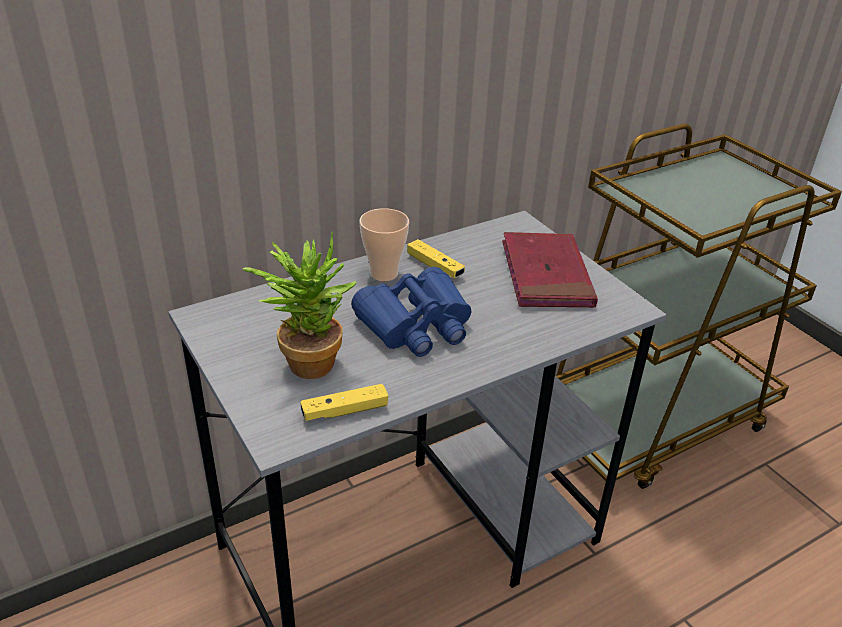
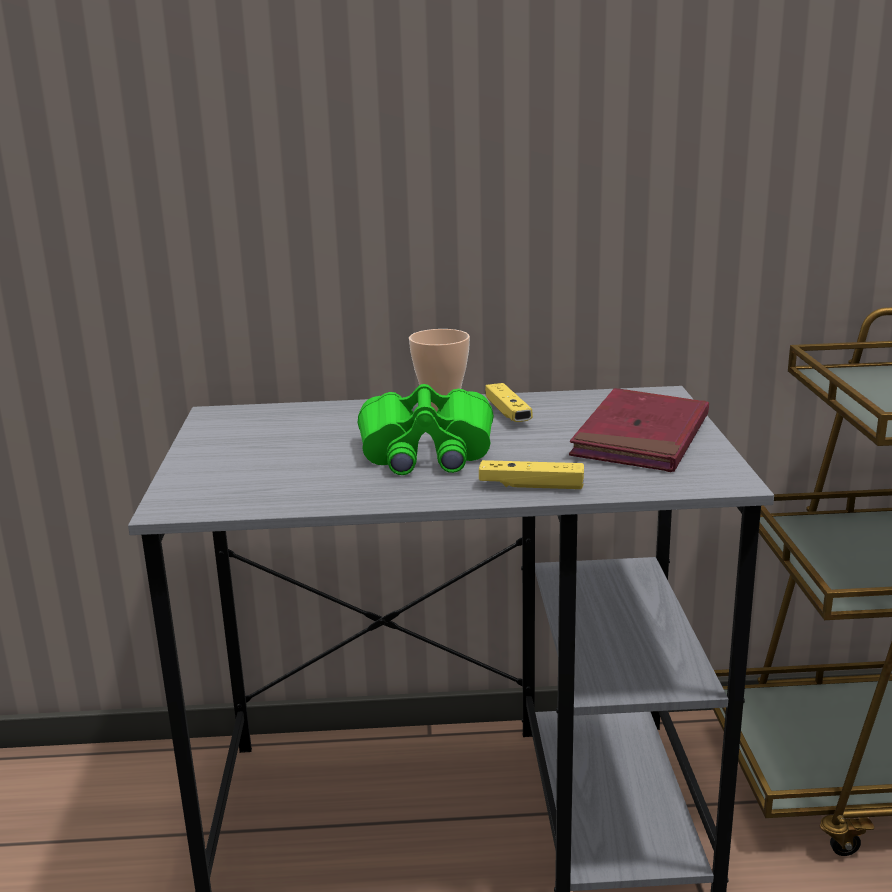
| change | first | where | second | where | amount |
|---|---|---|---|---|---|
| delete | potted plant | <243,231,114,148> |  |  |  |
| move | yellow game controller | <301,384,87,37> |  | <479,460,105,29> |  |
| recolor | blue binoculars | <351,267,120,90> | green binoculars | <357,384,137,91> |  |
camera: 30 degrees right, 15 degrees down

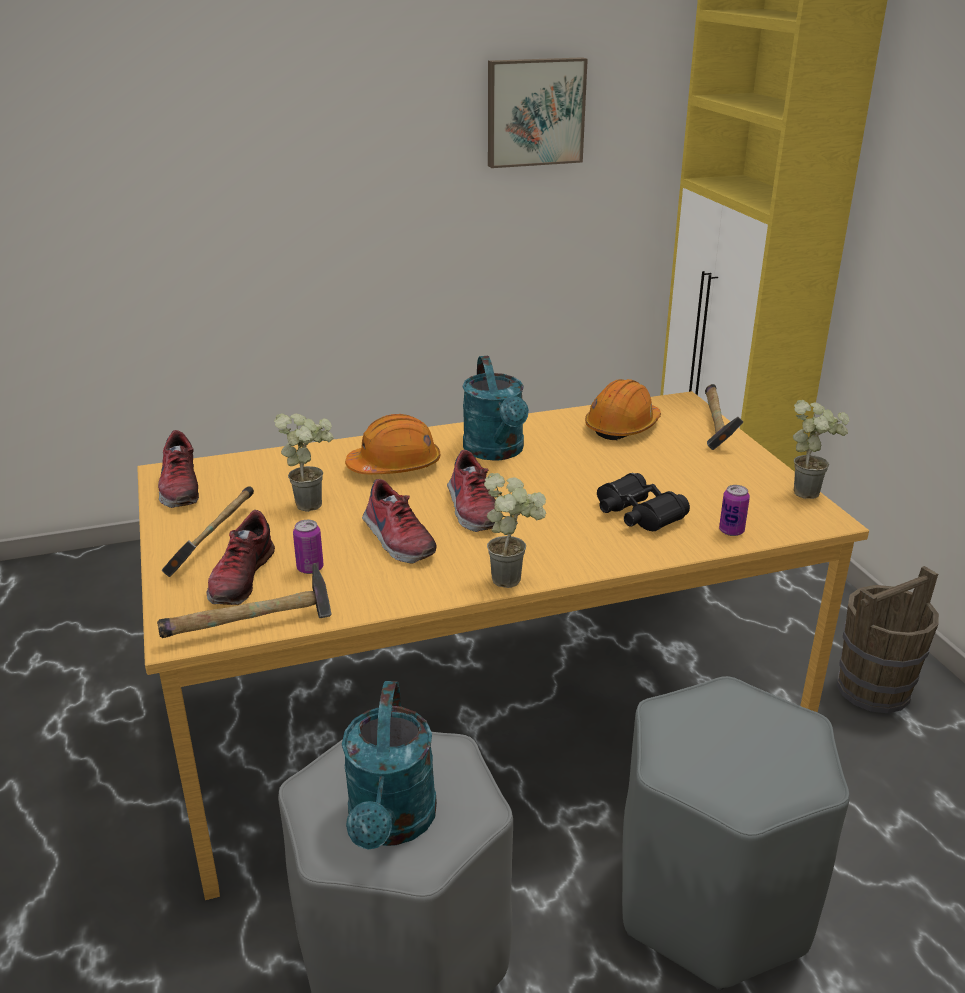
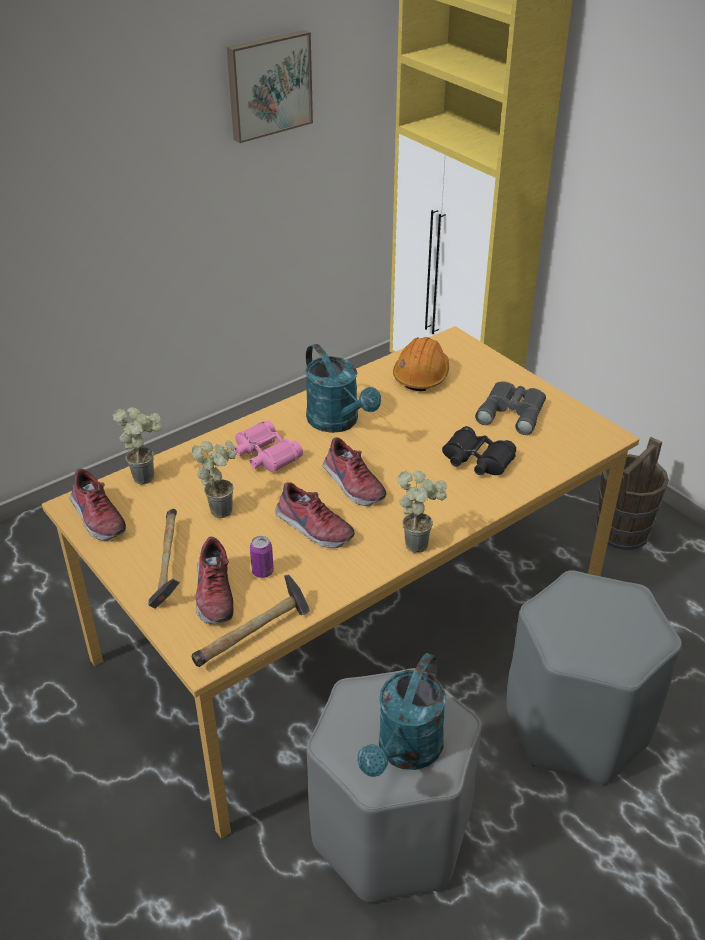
| change | first | where | second | where | amount |
|---|---|---|---|---|---|
| delete | hammer | <705,384,38,66> |  |  |  |
| delete | can | <719,485,31,51> |  |  |  |
| insert |  |  | grey binoculars | <475,381,71,54> |  |
| move | potted plant | <793,400,56,99> |  | <112,407,50,78> |  |
| replace | orange hard hat | <345,414,95,61> | pink binoculars | <234,420,69,52> |  |
| rotate | turquoise watering can | <342,681,95,169> |  | <358,653,88,124> | 45 degrees clockwise |
camera: 20 degrees left, 10 degrees up

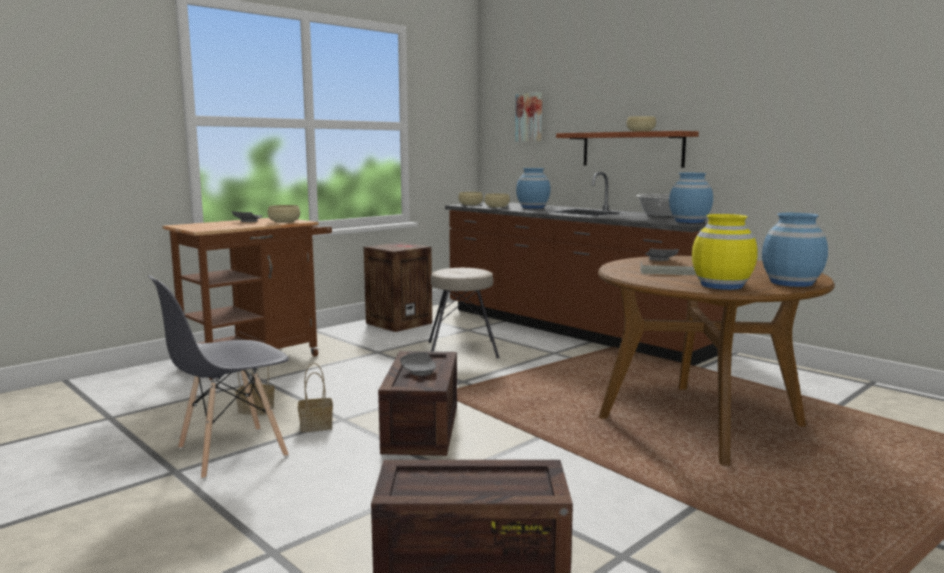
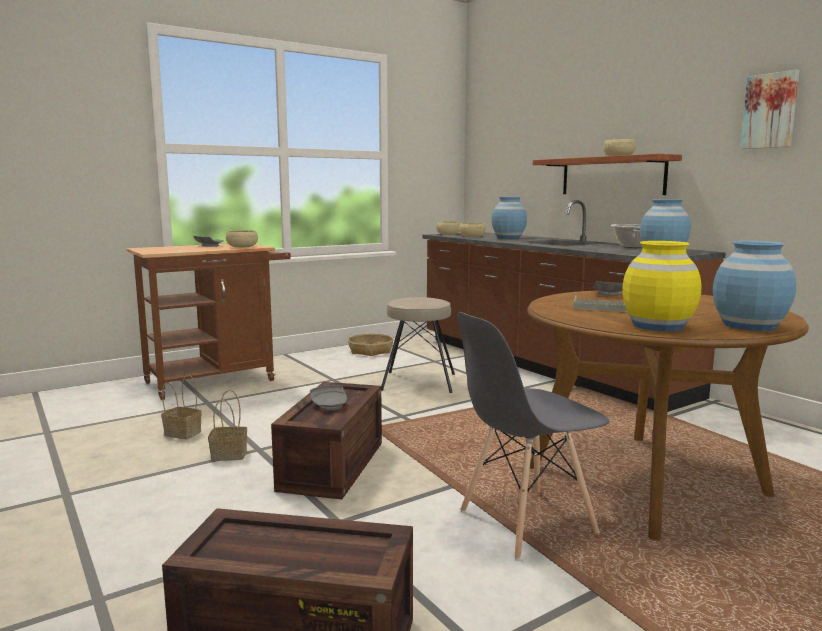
| change | first | where | second | where | amount |
|---|---|---|---|---|---|
| move | grey chair | <148,275,141,204> |  | <457,312,152,248> |  |
| move | picture | <515,92,27,49> |  | <740,70,60,79> |  |
| replace | crate | <364,242,68,90> | basket | <348,334,46,22> |  |
camera: 10 degrees right, 0 degrees up

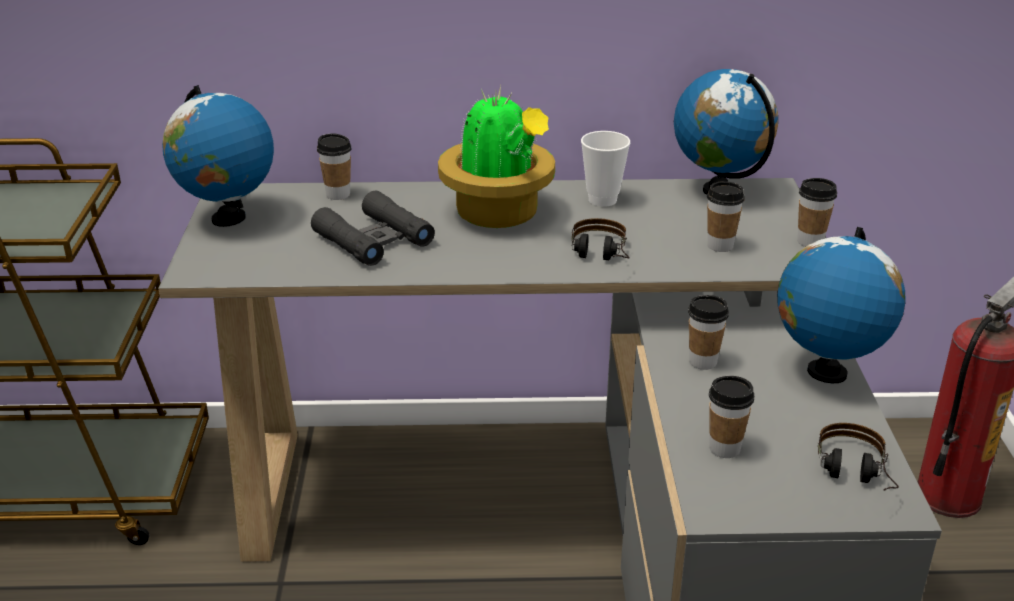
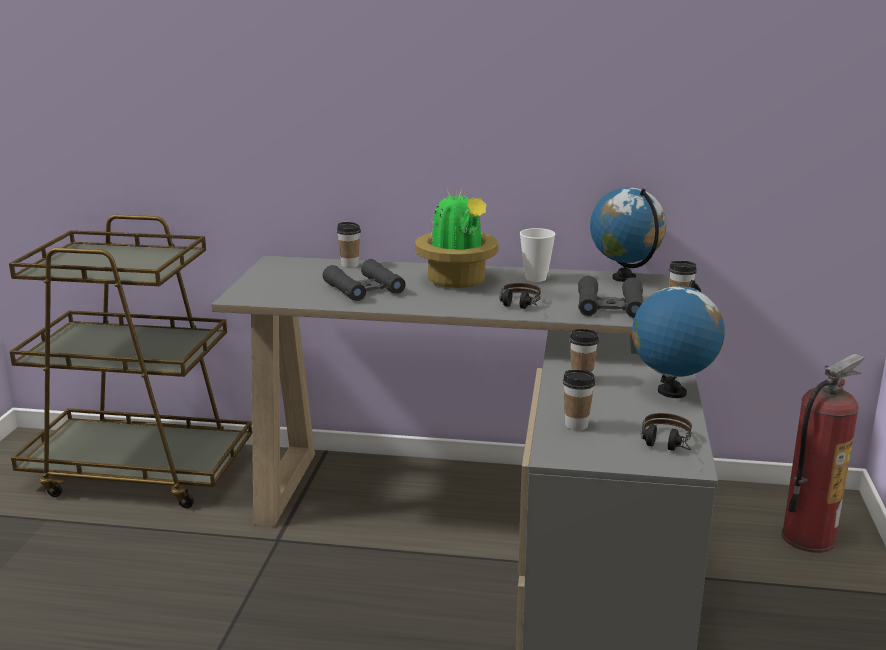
| change | first | where | second | where | amount |
|---|---|---|---|---|---|
| delete | globe | <162,85,112,142> |  |  |  |
| replace | cup | <707,181,38,71> | black binoculars | <578,276,66,42> |  |
camera: 10 degrees right, 10 degrees down

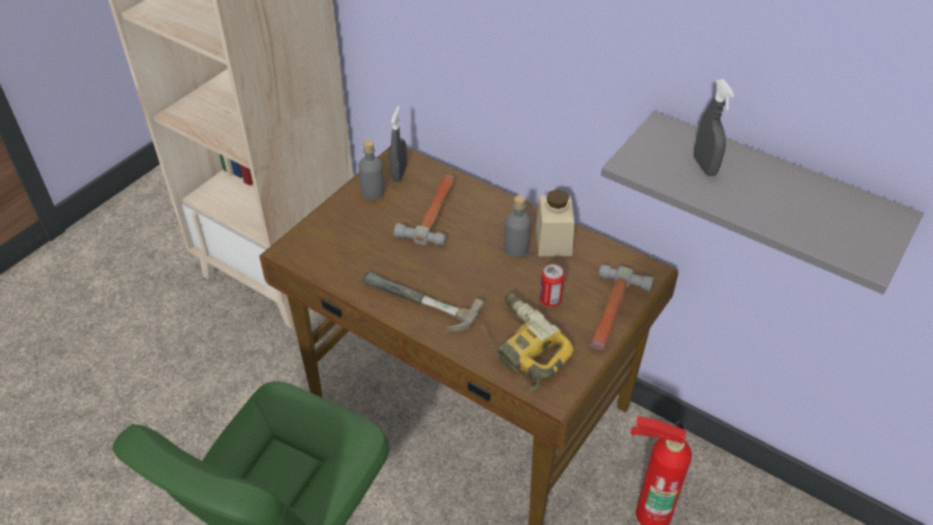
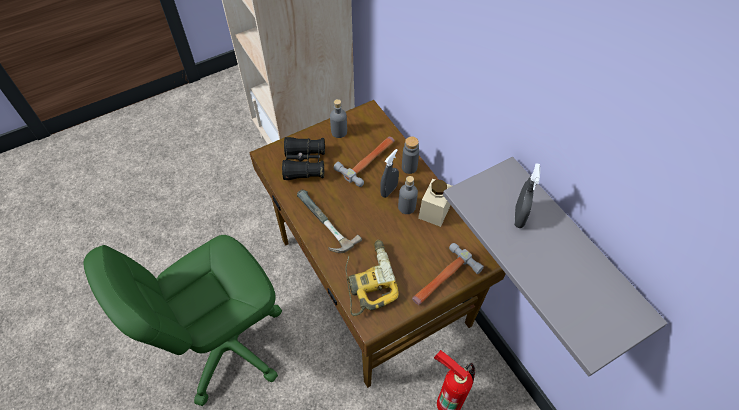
| change | first | where | second | where | amount |
|---|---|---|---|---|---|
| delete | can | <540,264,25,43> |  |  |  |
| insert |  |  | black binoculars | <282,137,43,43> |  |
| insert |  |  | grey bottle | <402,136,17,38> |  |
| move | grey spray bottle | <390,106,17,76> |  | <380,149,19,49> |  |
camera: 25 degrees right, 10 degrees up

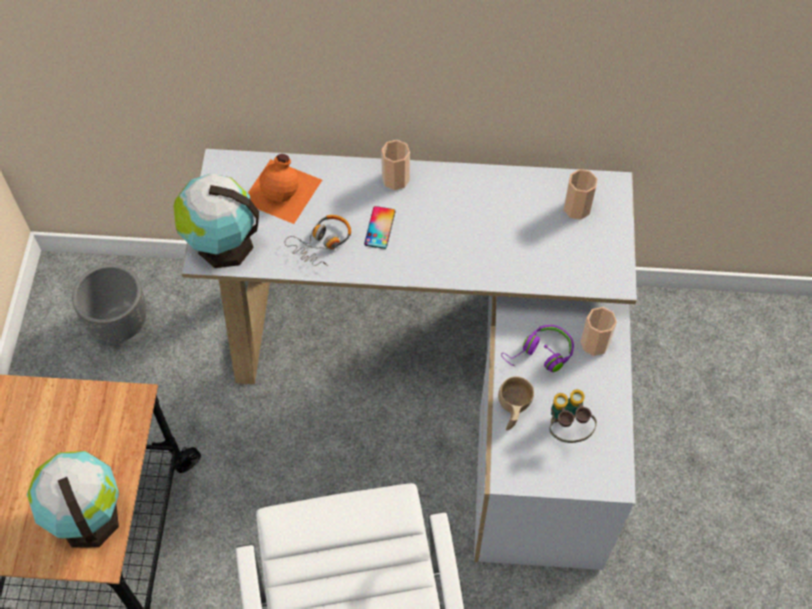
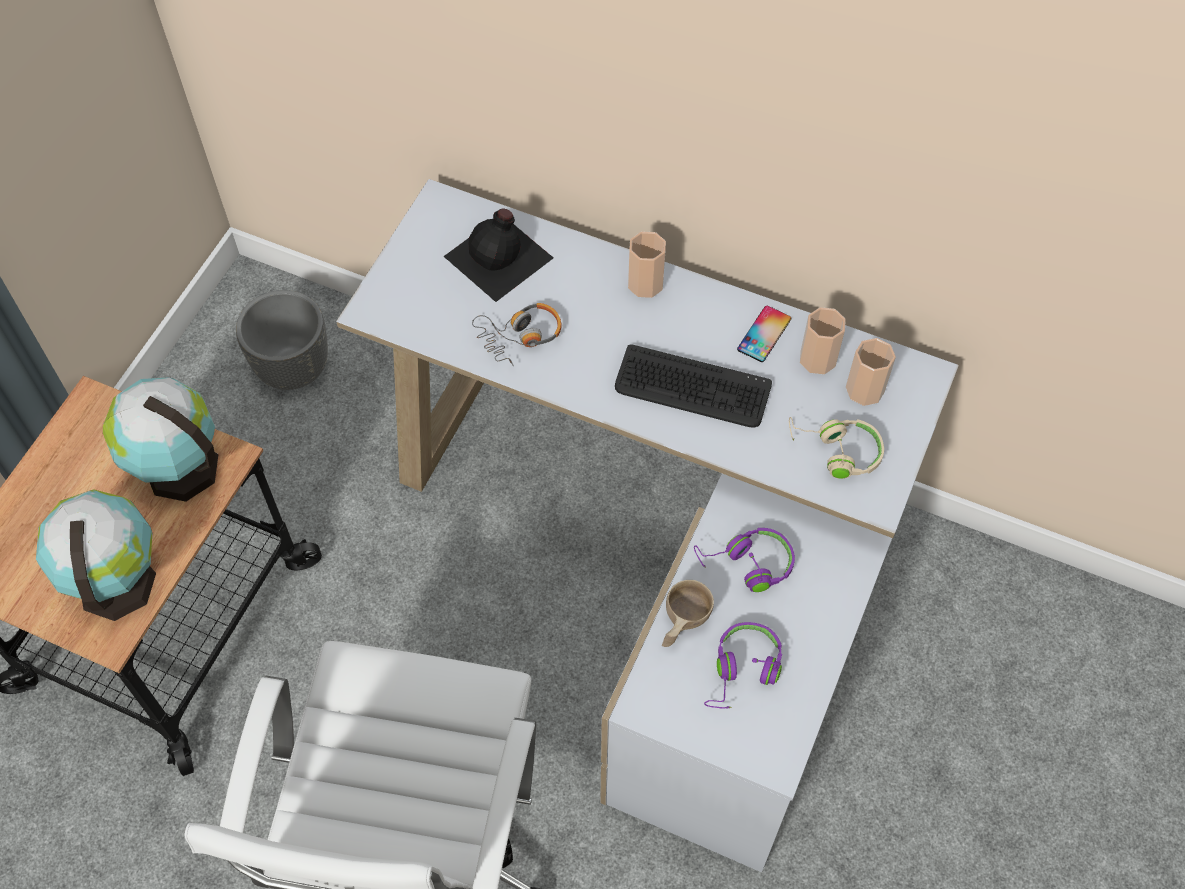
| change | first | where | second | where | amount |
|---|---|---|---|---|---|
| insert |  |  | keyboard | <615,344,157,84> |  |
| insert |  |  | beige headphones | <789,417,95,62> |  |
| move | globe | <174,173,85,95> |  | <103,377,116,125> |  |
| move | phone | <364,206,32,43> |  | <737,306,54,56> |  |
| move | cup | <580,307,37,49> |  | <800,307,46,67> |  |
| replace | binoculars | <550,389,47,54> | purple headphones | <704,622,78,87> |  |
| recolor | orange bottle | <248,154,74,70> | black bottle | <443,209,110,93> |  |
camera: 20 degrees right, 0 degrees up

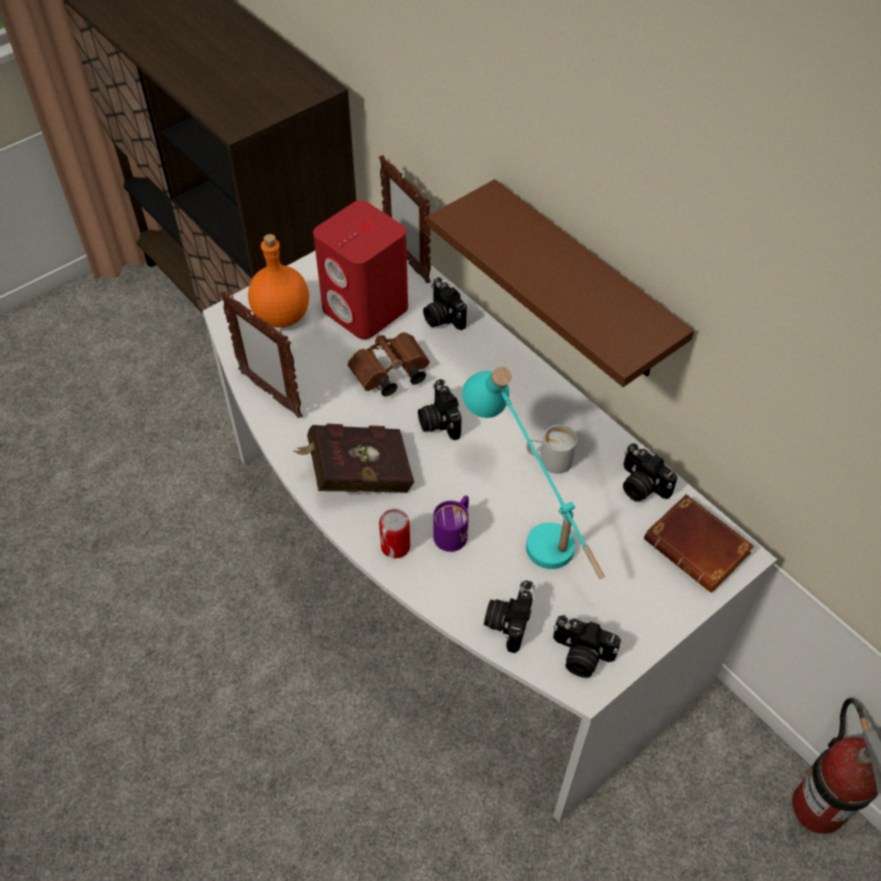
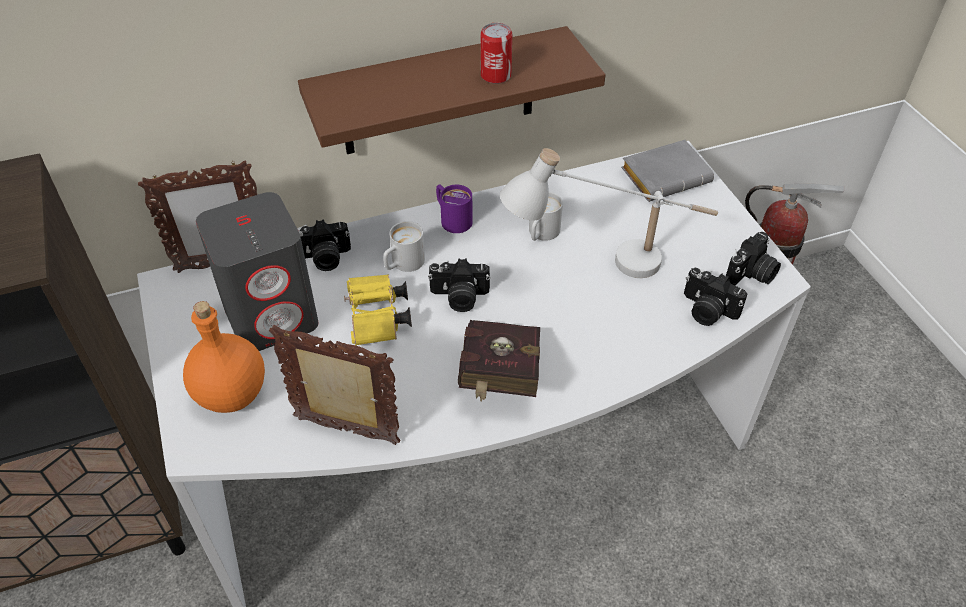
| change | first | where | second | where | amount |
|---|---|---|---|---|---|
| delete | photo camera | <623,444,54,58> |  |  |  |
| insert |  |  | white mug | <383,221,42,51> |  |
| move | can | <379,509,31,49> |  | <481,23,31,61> |  |
| move | purple mug | <433,495,36,57> |  | <436,184,37,49> |  |
| recolor | red speaker | <313,201,95,138> | grey speaker | <196,192,122,159> |  |
| recolor | brown binoculars | <348,332,82,65> | yellow binoculars | <344,274,68,72> |  |
| recolor | turquoise table lamp | <462,367,143,212> | white table lamp | <500,148,218,130> |  |
| recolor | brown book | <644,494,110,99> | grey book | <621,140,93,62> |  |
| rotate | picture frame | <220,291,83,127> |  | <269,325,131,120> | 135 degrees counterclockwise |
camera: 70 degrees left, 5 degrees down

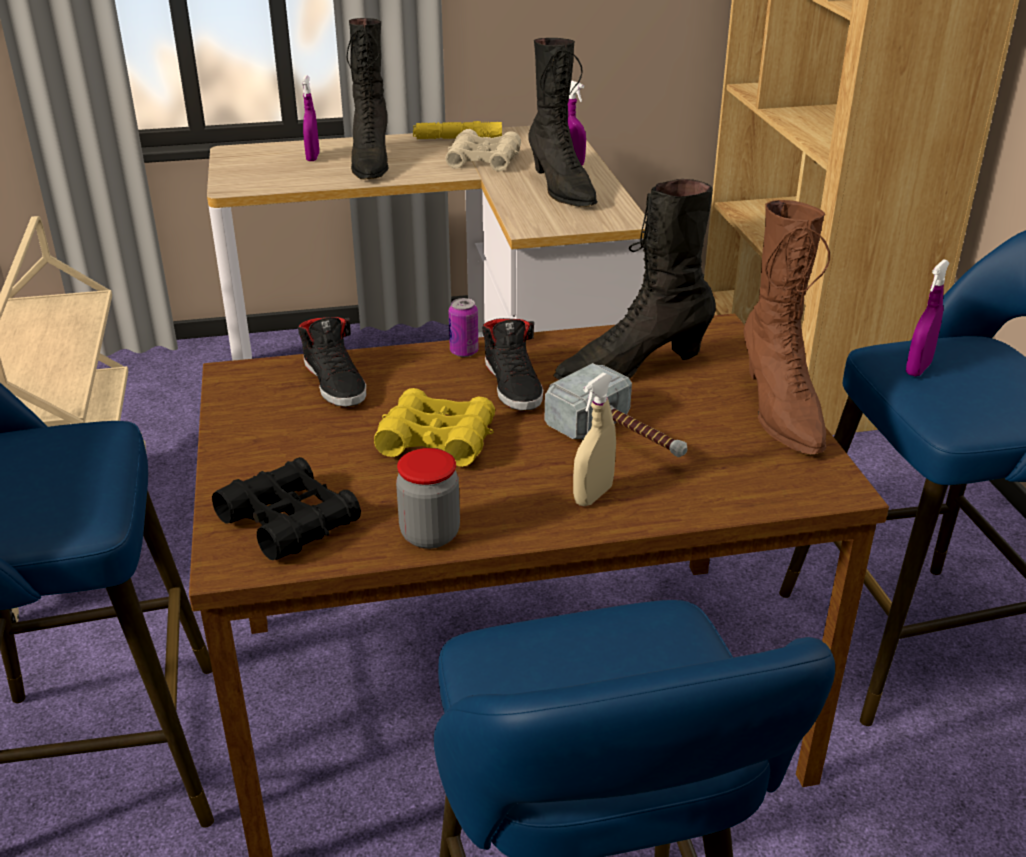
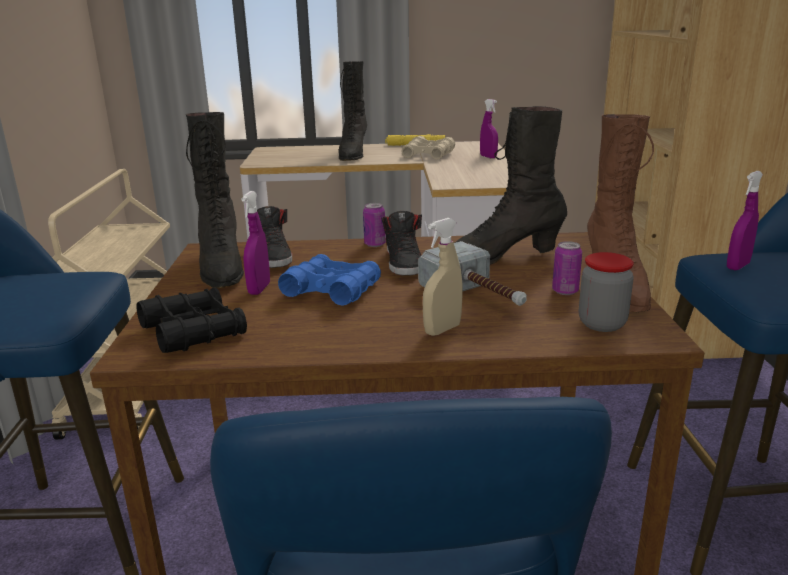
| change | first | where | second | where | amount |
|---|---|---|---|---|---|
| insert |  |  | can | <552,241,30,54> |  |
| move | purple spray bottle | <302,75,17,86> |  | <241,191,29,104> |  |
| move | jar | <396,448,64,101> |  | <579,252,55,80> |  |
| move | black boot | <528,38,69,169> |  | <186,112,58,176> |  |
| recolor | yellow binoculars | <374,388,121,79> | blue binoculars | <278,254,103,52> |  |
camera: 10 degrees right, 10 degrees down

